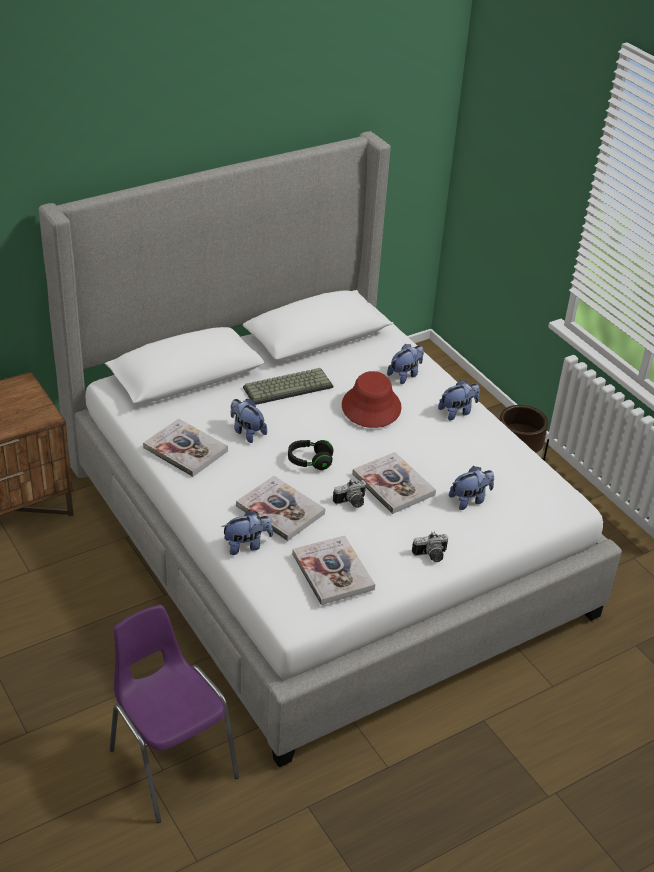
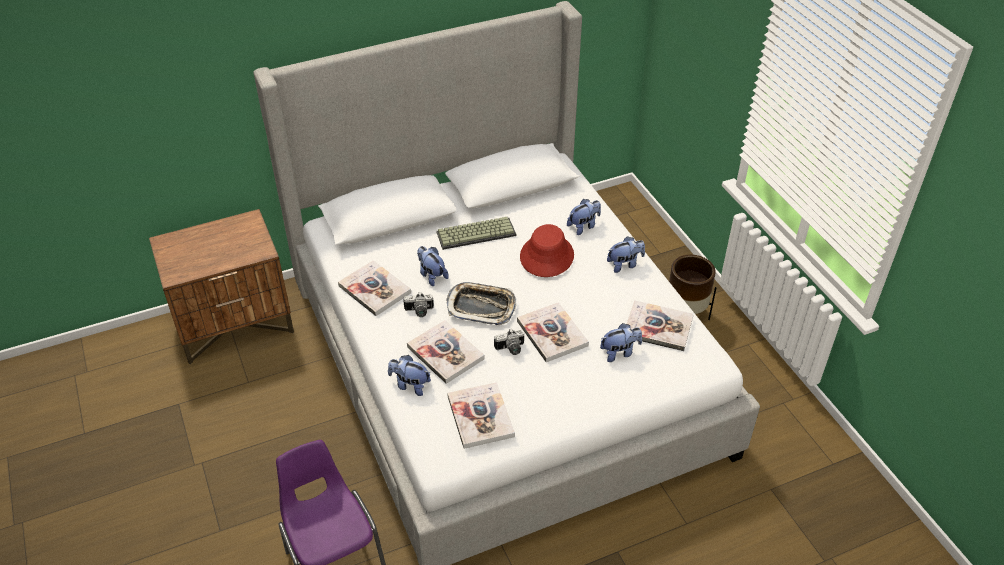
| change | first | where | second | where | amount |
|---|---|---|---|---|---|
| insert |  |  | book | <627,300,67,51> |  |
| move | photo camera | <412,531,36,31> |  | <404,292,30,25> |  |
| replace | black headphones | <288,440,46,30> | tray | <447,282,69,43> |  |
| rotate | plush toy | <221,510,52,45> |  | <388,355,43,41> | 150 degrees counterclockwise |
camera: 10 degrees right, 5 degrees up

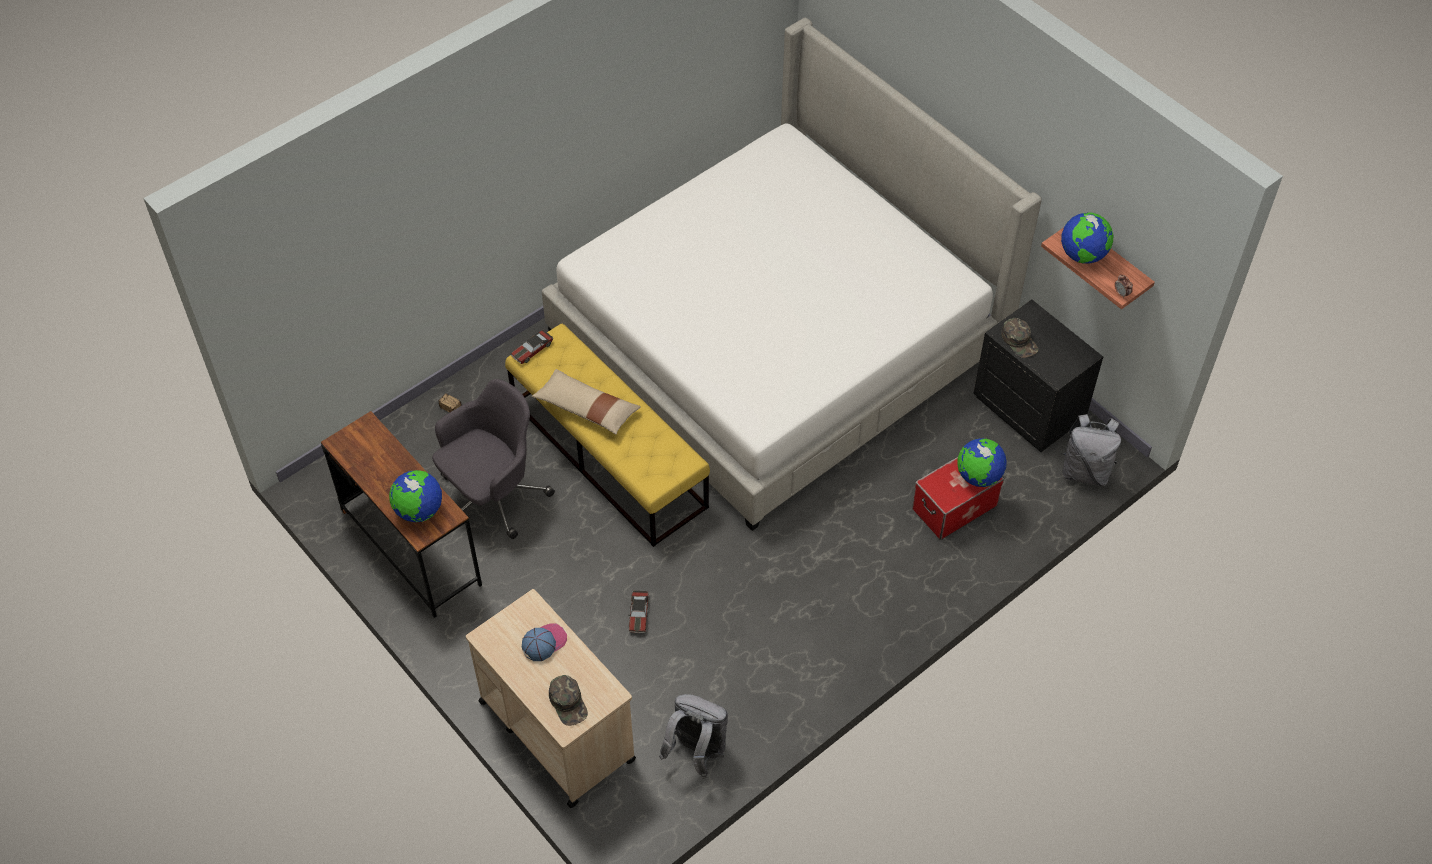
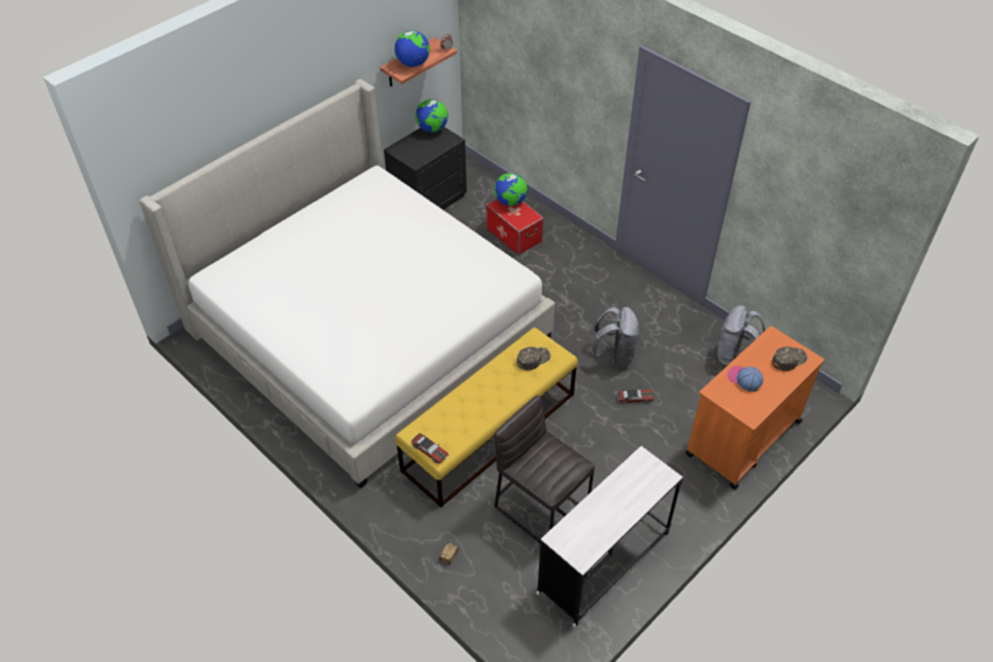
| change | first | where | second | where | amount |
|---|---|---|---|---|---|
| delete | beige pillow | <532,369,109,65> |  |  |  |
| move | globe | <389,470,53,52> |  | <415,99,33,33> |  |
| move | green cap | <1001,318,37,40> |  | <517,347,34,23> |  |
| move | grey backpack | <1061,414,60,72> |  | <592,307,48,62> |  |
| replace | grey office chair | <432,379,123,160> | grey stool | <494,395,101,149> |  |
| recolor | brown desk | <321,411,161,207> | white desk | <536,446,147,182> |  |
| recolor | beige cart | <466,589,170,219> | orange cart | <685,326,139,163> |  |
camera: 95 degrees left, 5 degrees down

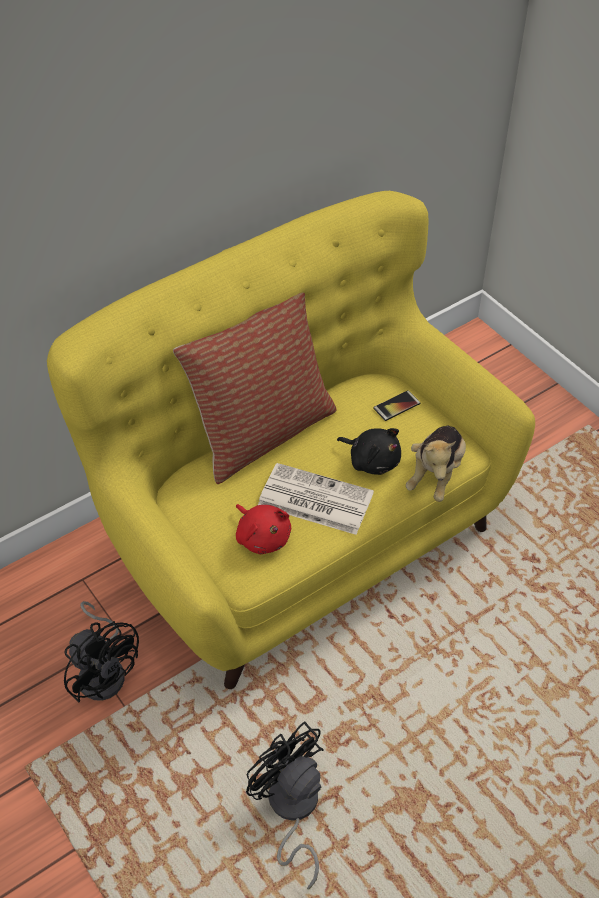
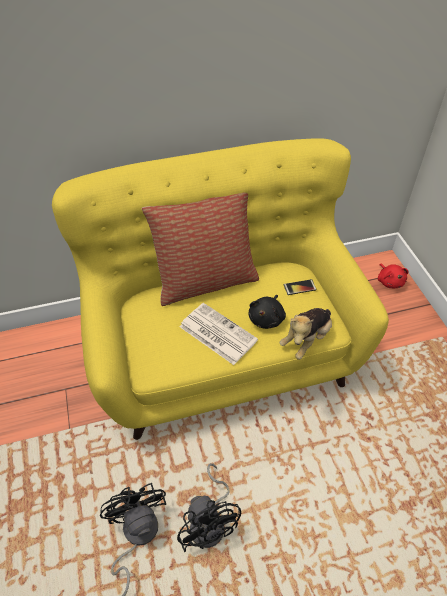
| change | first | where | second | where | amount |
|---|---|---|---|---|---|
| move | black fan | <64,601,75,102> |  | <177,463,64,89> |  |
| move | red plush toy | <236,504,55,50> |  | <378,264,30,24> |  |
| rotate | black plush toy | <337,428,64,47> |  | <248,295,38,34> | 60 degrees clockwise |
camera: 20 degrees right, 0 degrees up

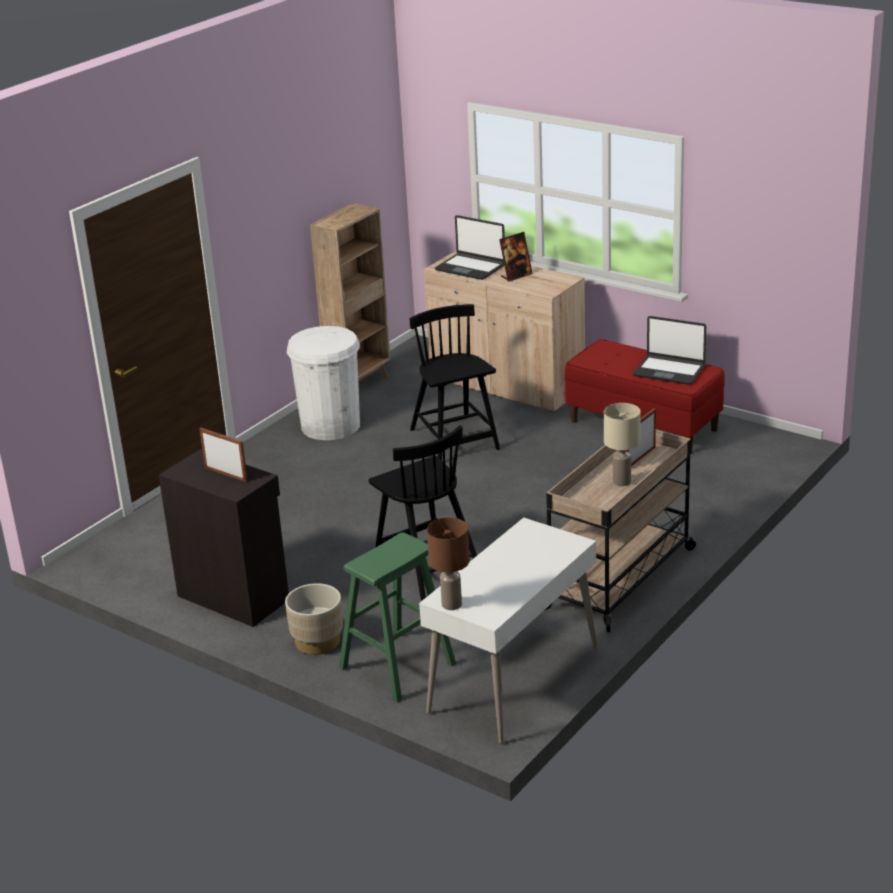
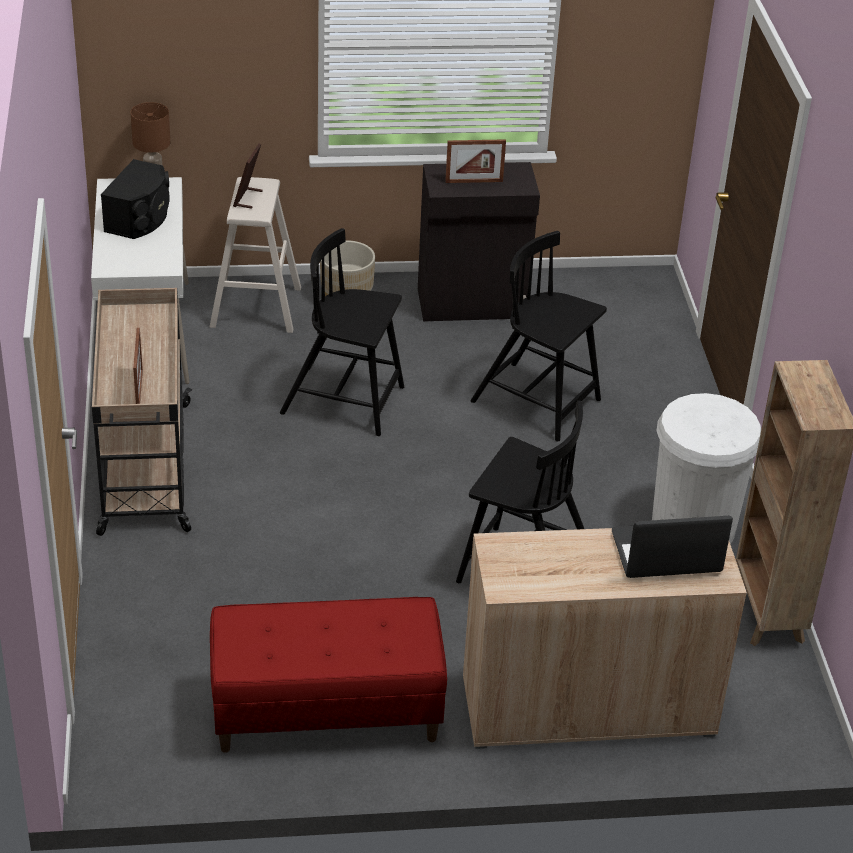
| change | first | where | second | where | amount |
|---|---|---|---|---|---|
| delete | beige table lamp | <604,403,37,83> |  |  |  |
| delete | laptop | <633,316,73,69> |  |  |  |
| insert |  |  | black speaker | <101,159,69,80> |  |
| insert |  |  | black chair | <471,231,136,211> |  |
| move | picture frame | <499,232,34,50> |  | <233,144,30,65> |  |
| recolor | green stool | <339,532,117,171> | beige stool | <210,177,91,156> |  |
camera: 135 degrees right, 10 degrees up

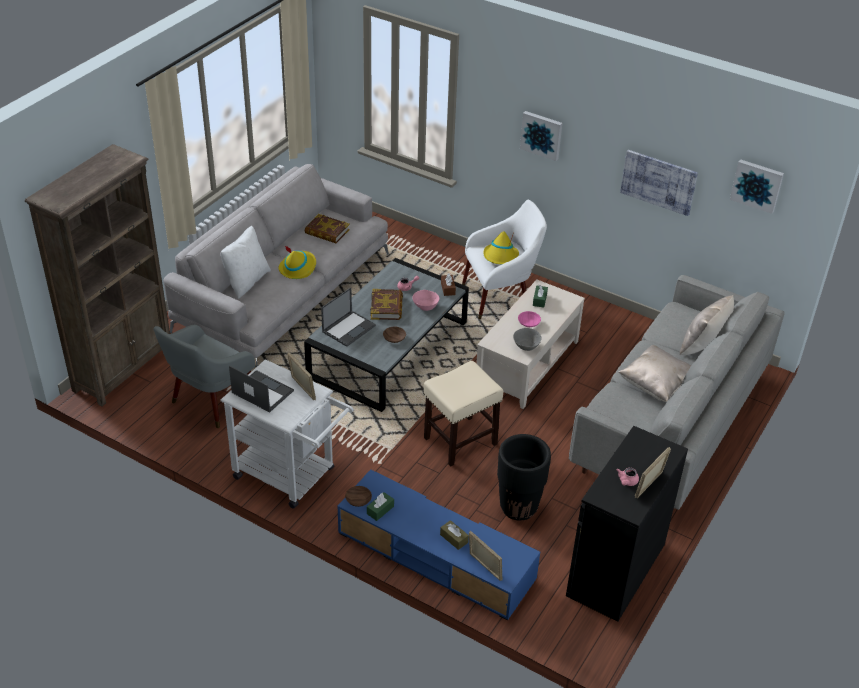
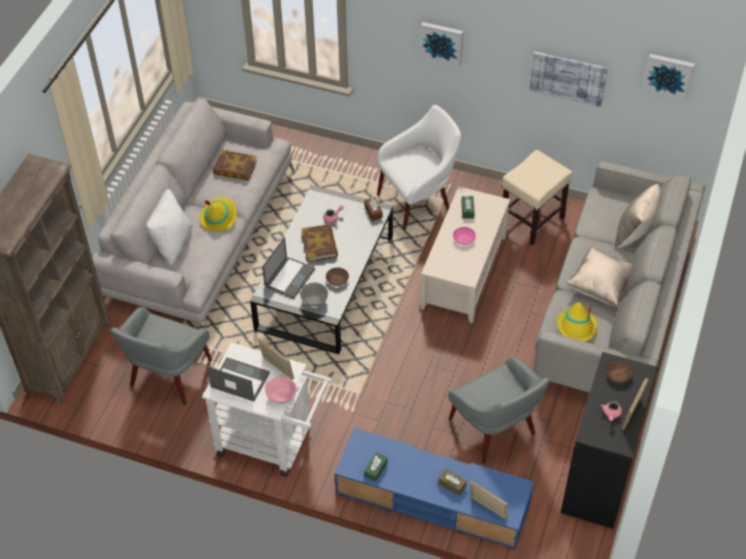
| change | first | where | second | where | amount |
|---|---|---|---|---|---|
| move | brown bowl | <345,486,27,21> |  | <606,361,27,22> |  |
| move | pink bowl | <412,290,28,21> |  | <265,377,32,27> |  |
| move | beige stool | <424,361,80,106> |  | <502,150,71,96> |  |
| move | yellow hat | <484,231,35,33> |  | <557,302,40,40> |  |
| move | grey bowl | <513,328,29,23> |  | <300,283,28,24> |  |
| replace | black planter | <497,434,54,87> | grey armchair | <448,357,102,106> |  |
camera: 10 degrees left, 10 degrees up

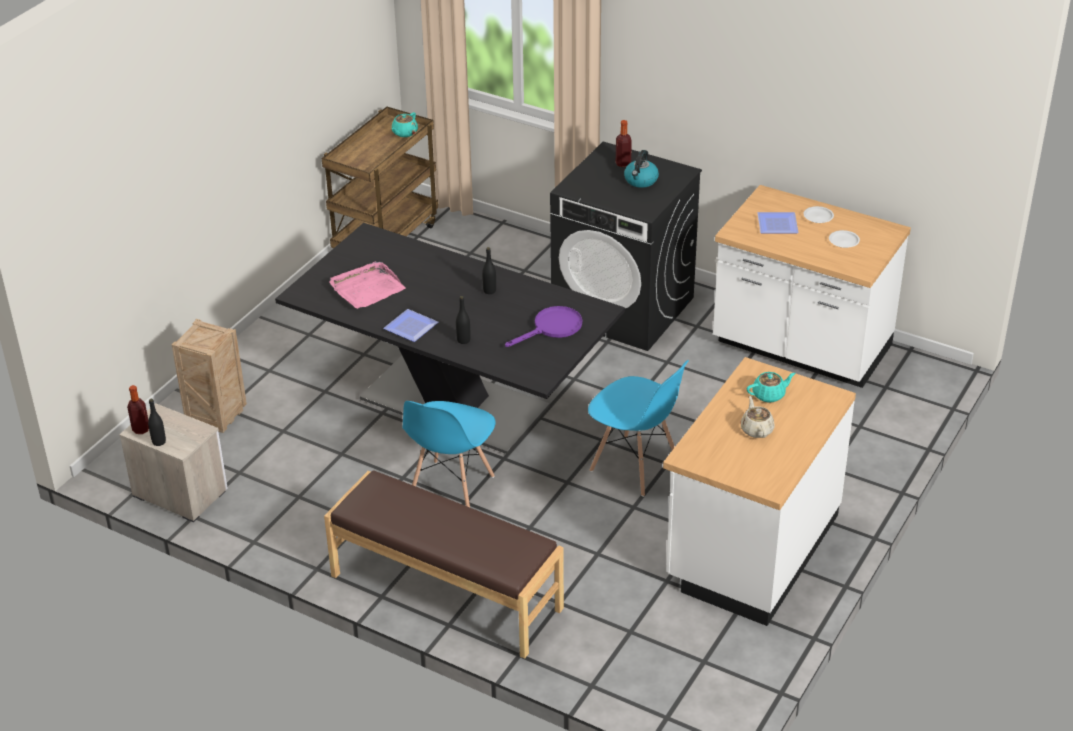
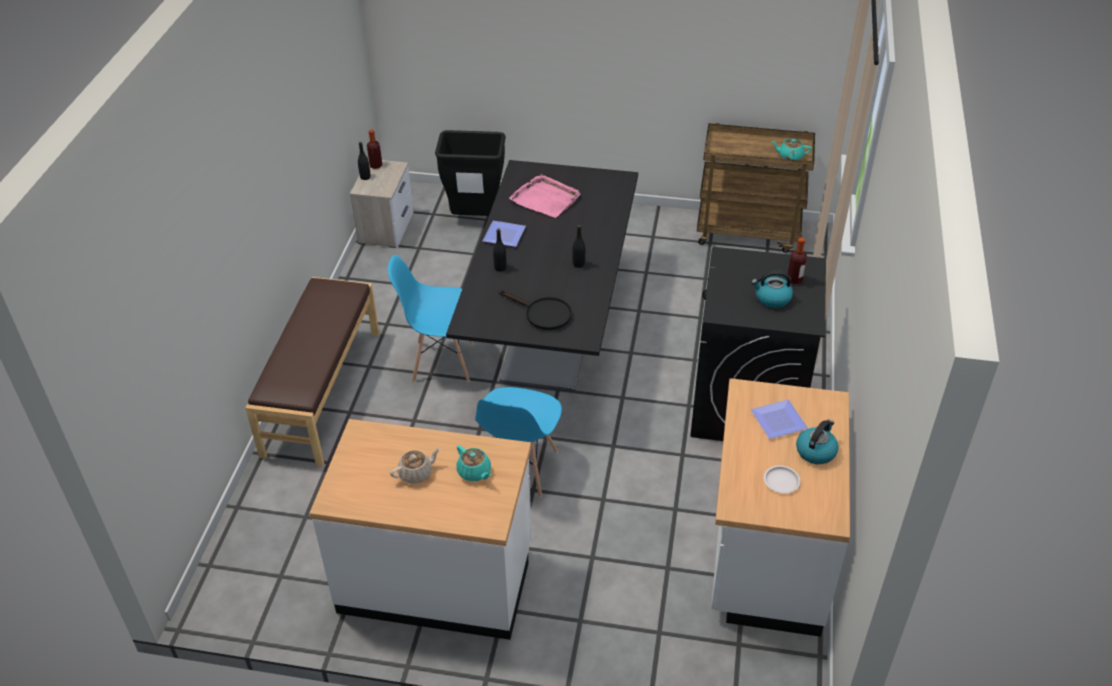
| change | first | where | second | where | amount |
|---|---|---|---|---|---|
| replace | crate | <172,319,75,114> | black trash can | <435,130,71,86> |  |
| replace | white plate | <804,206,30,17> | kettle | <796,419,42,45> |  |
| recolor | purple frying pan | <505,306,77,41> | black frying pan | <499,290,73,40> |  |
camera: 70 degrees right, 5 degrees up

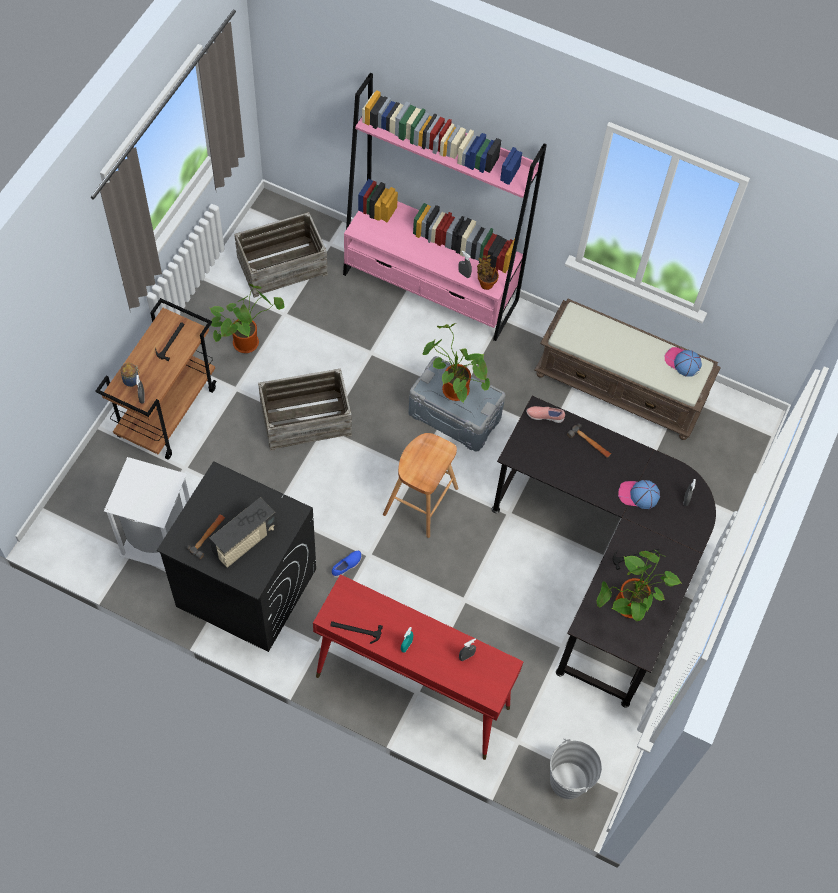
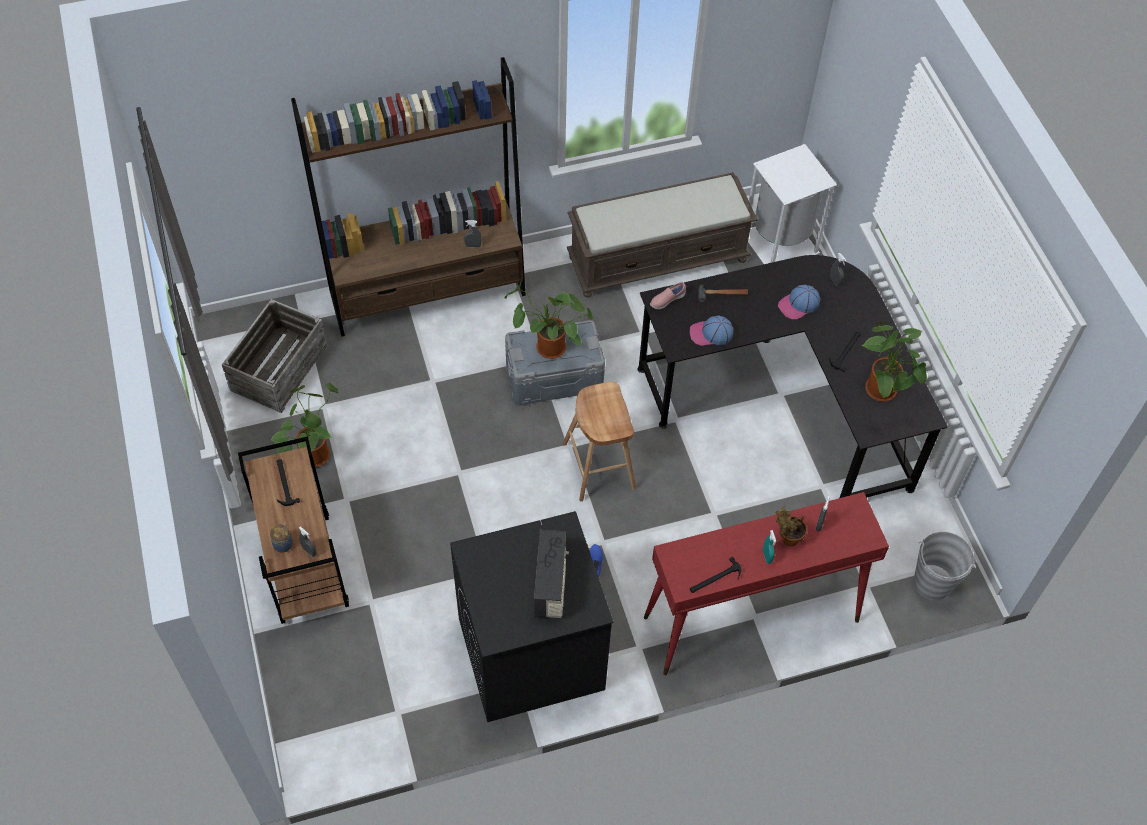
| change | first | where | second | where | amount |
|---|---|---|---|---|---|
| delete | hammer | <186,514,39,45> |  |  |  |
| delete | crate | <258,369,94,82> |  |  |  |
| move | white trash can | <104,457,86,112> |  | <748,144,89,120> |  |
| move | potted plant | <477,255,22,35> |  | <776,506,31,40> |  |
| move | cap | <665,347,37,30> |  | <690,316,44,30> |  |
| recolor | pink bookcase | <343,73,204,268> | brown bookcase | <291,57,234,280> |  |
camera: 40 degrees left, 5 degrees down

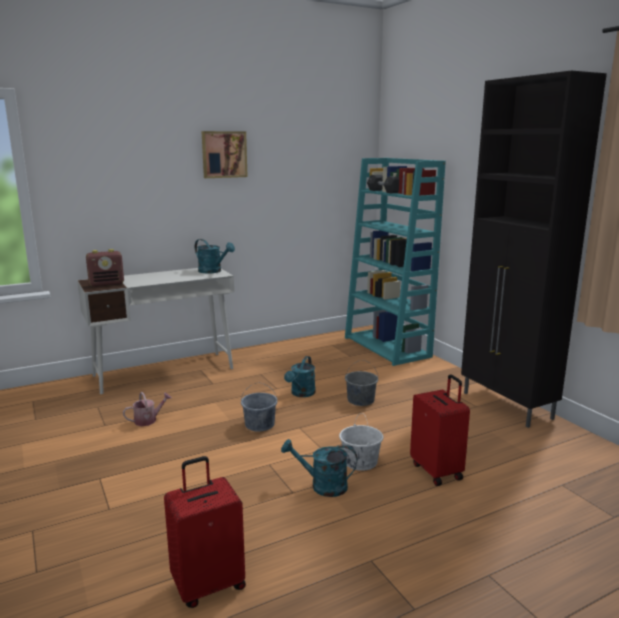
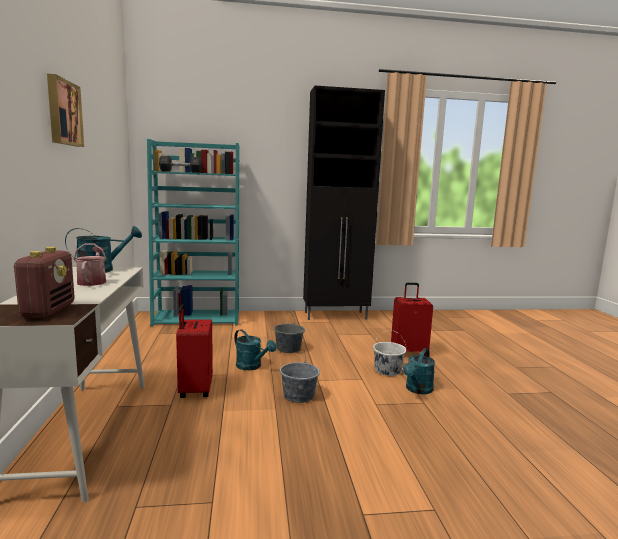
| change | first | where | second | where | amount |
|---|---|---|---|---|---|
| move | watering can | <123,392,49,34> |  | <74,243,33,43> |  |
| move | red suitcase | <164,456,82,152> |  | <176,304,37,94> |  |
camera: 70 degrees left, 5 degrees down

